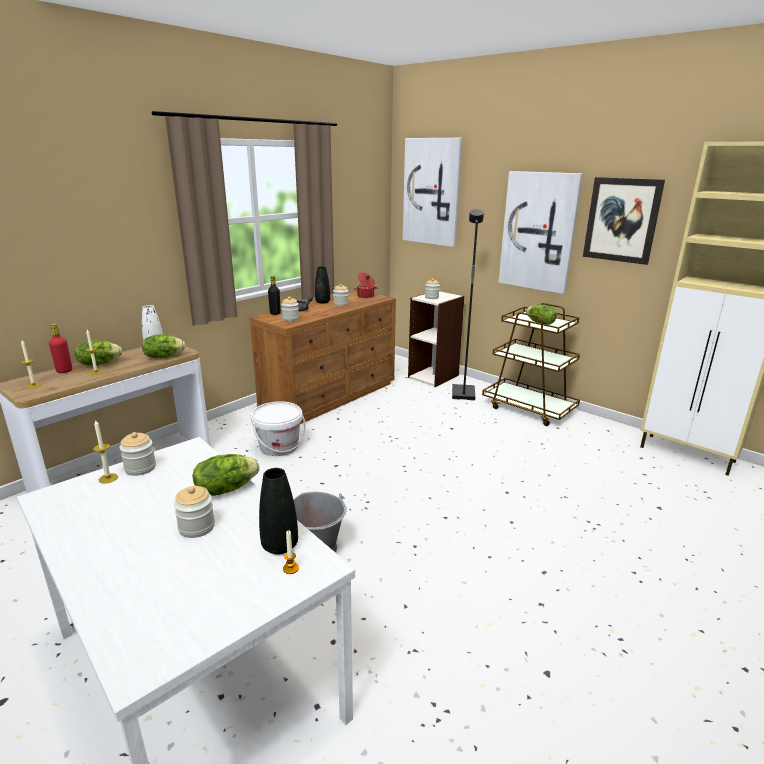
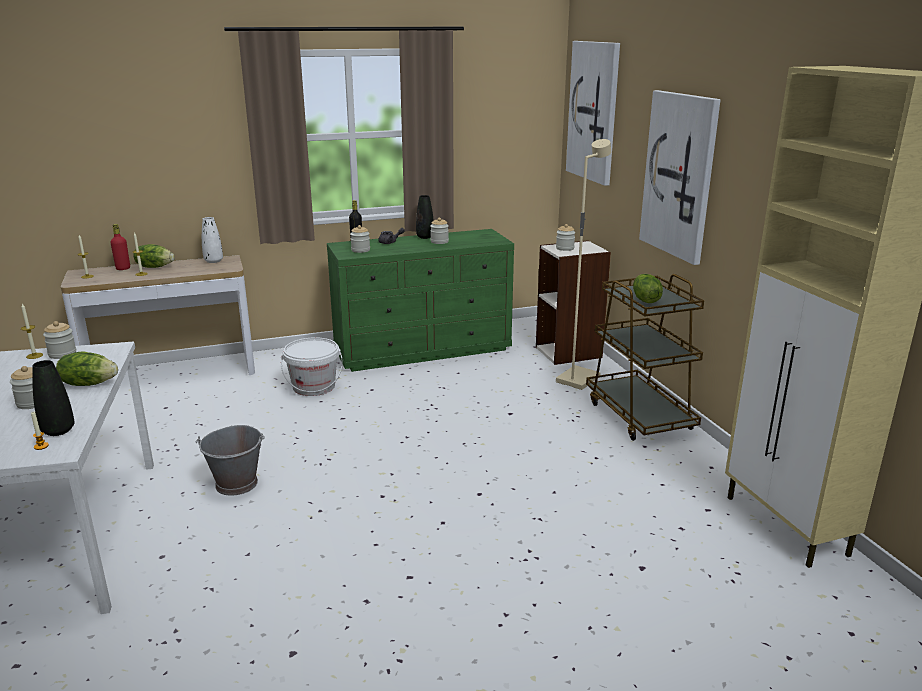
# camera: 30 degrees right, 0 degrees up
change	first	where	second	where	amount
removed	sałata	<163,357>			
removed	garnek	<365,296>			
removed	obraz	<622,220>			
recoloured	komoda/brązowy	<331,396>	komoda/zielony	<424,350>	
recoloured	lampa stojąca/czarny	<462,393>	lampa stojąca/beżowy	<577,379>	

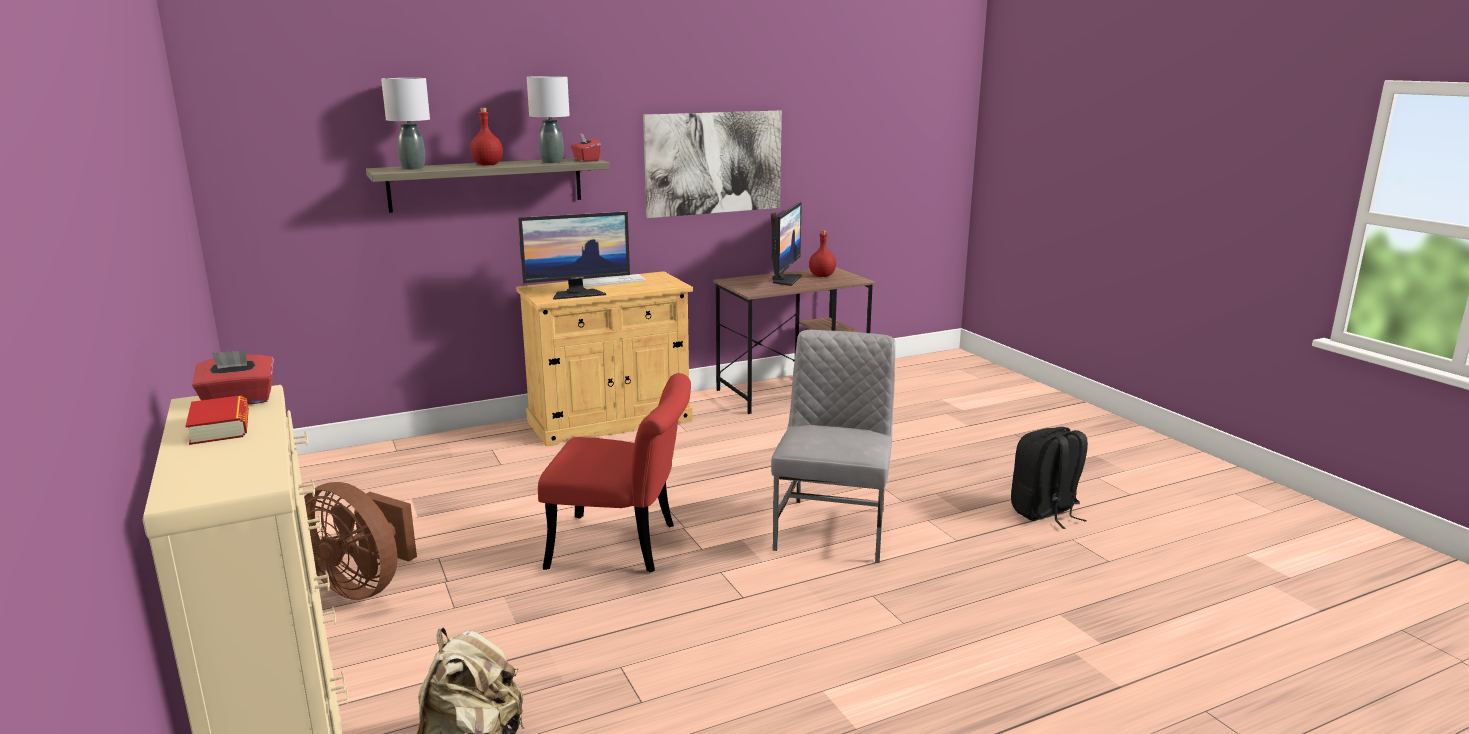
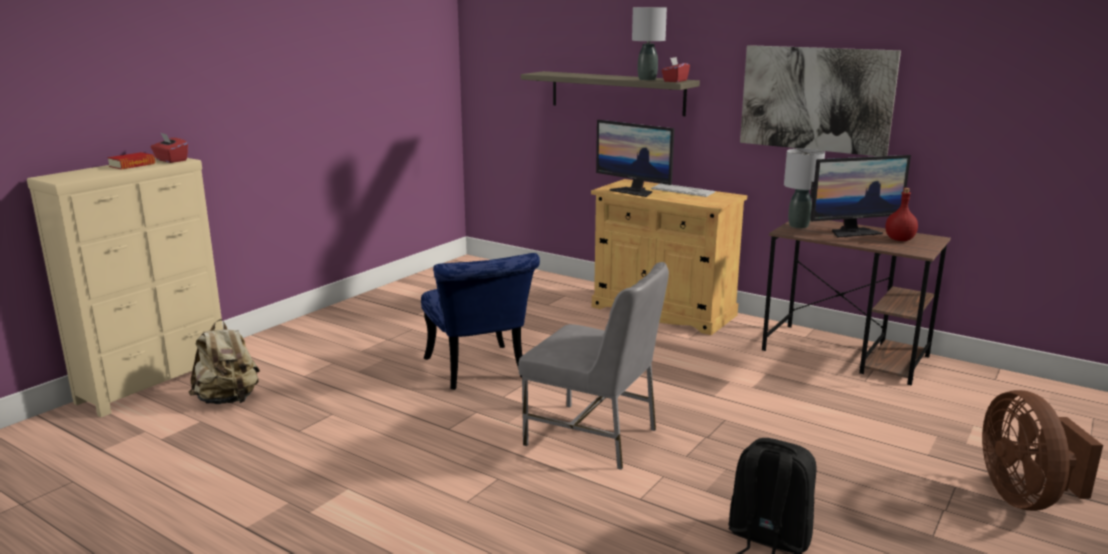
# camera: 60 degrees right, 0 degrees up
change	first	where	second	where	amount
removed	butelka/czerwony	<488,165>			
moved	wentylator/brązowy	<363,585>		<1025,497>	
moved	lampa stołowa/szary	<413,168>		<798,226>	
recoloured	krzesło/czerwony	<624,546>	krzesło/niebieski	<479,372>	
turned	krzesło/szary	<834,528>		<593,437>	45 degrees clockwise

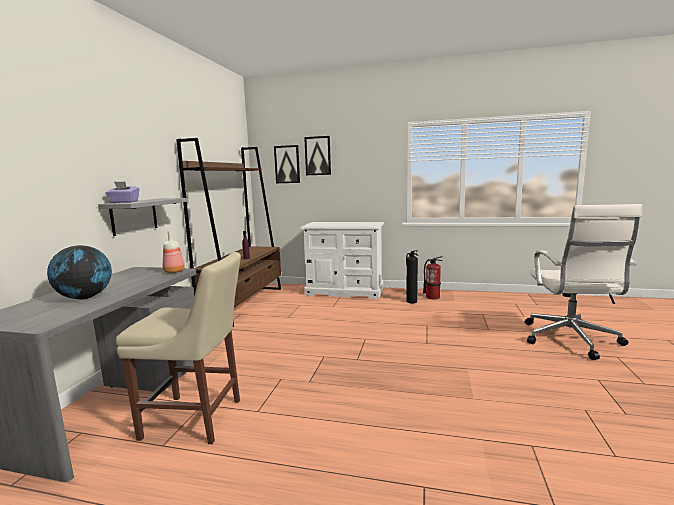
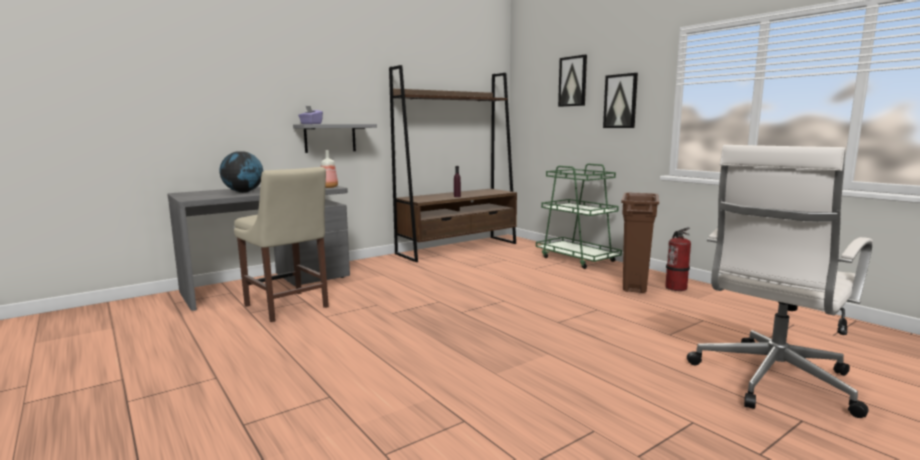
# camera: 40 degrees right, 0 degrees up
change	first	where	second	where	amount
moved	obraz	<287,164>		<620,101>	
replaced	komoda/biały	<345,291>	wózek/zielony	<577,259>	
replaced	gaśnica	<411,301>	kosz na śmieci/brązowy	<635,285>	

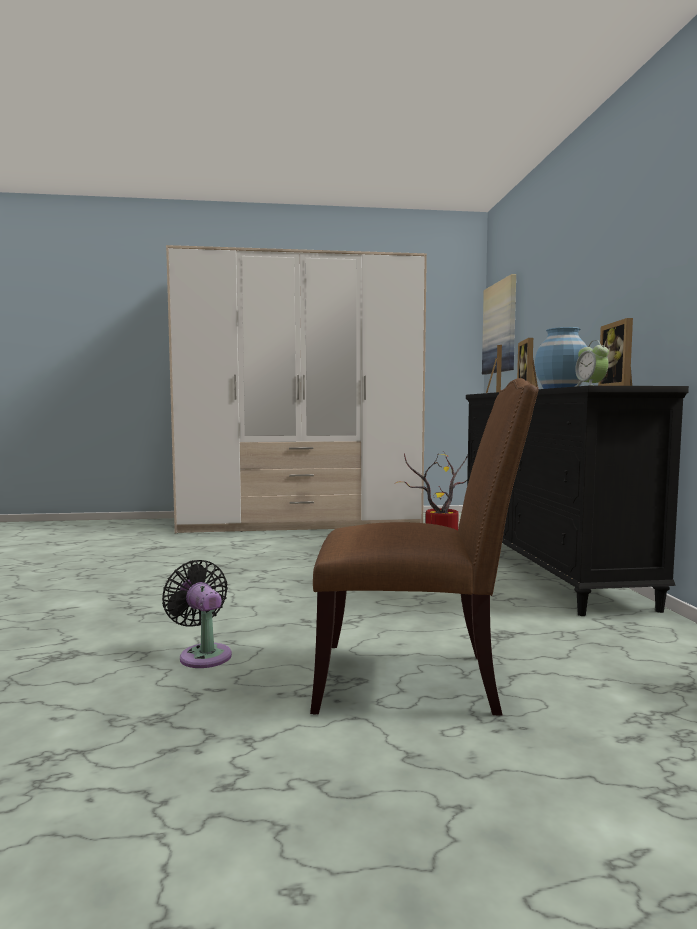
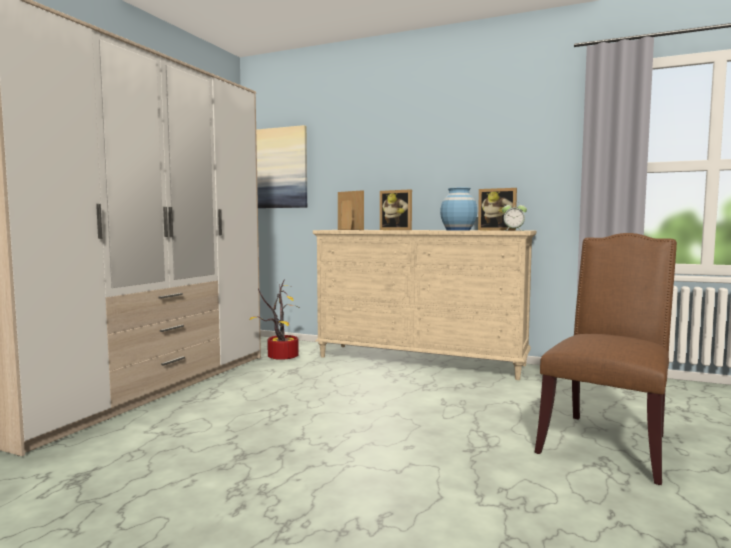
# camera: 60 degrees left, 0 degrees up
change	first	where	second	where	amount
removed	wentylator/czarny	<203,654>			
recoloured	komoda/czarny	<545,568>	komoda/beżowy	<420,361>	

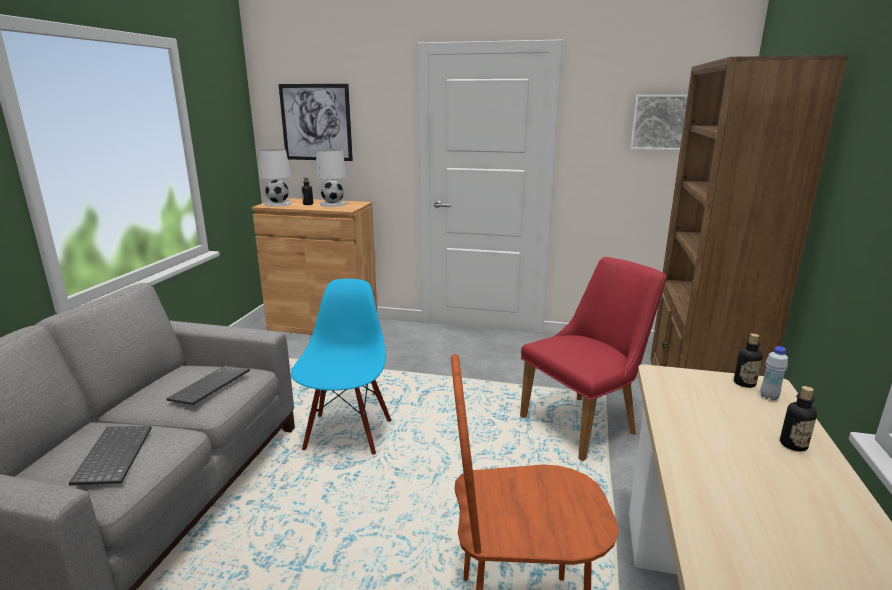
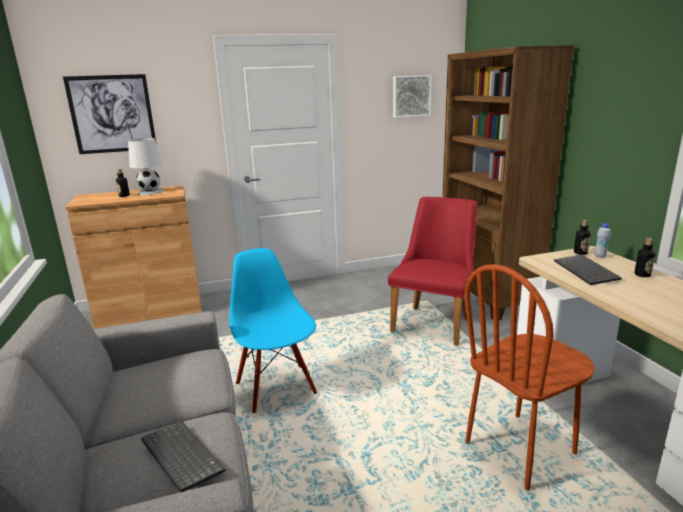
# camera: 30 degrees left, 0 degrees up
change	first	where	second	where	amount
removed	lampa stołowa/biały	<278,204>			
moved	klawiatura	<210,387>		<587,271>	

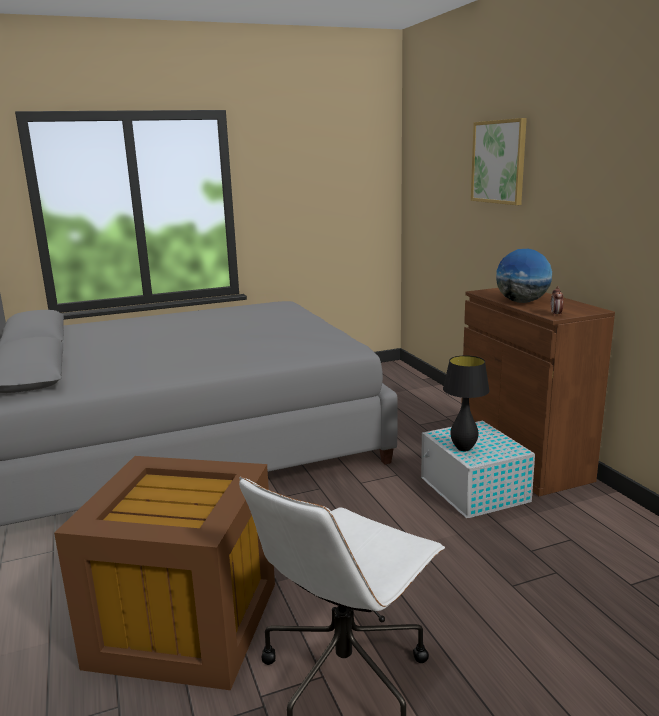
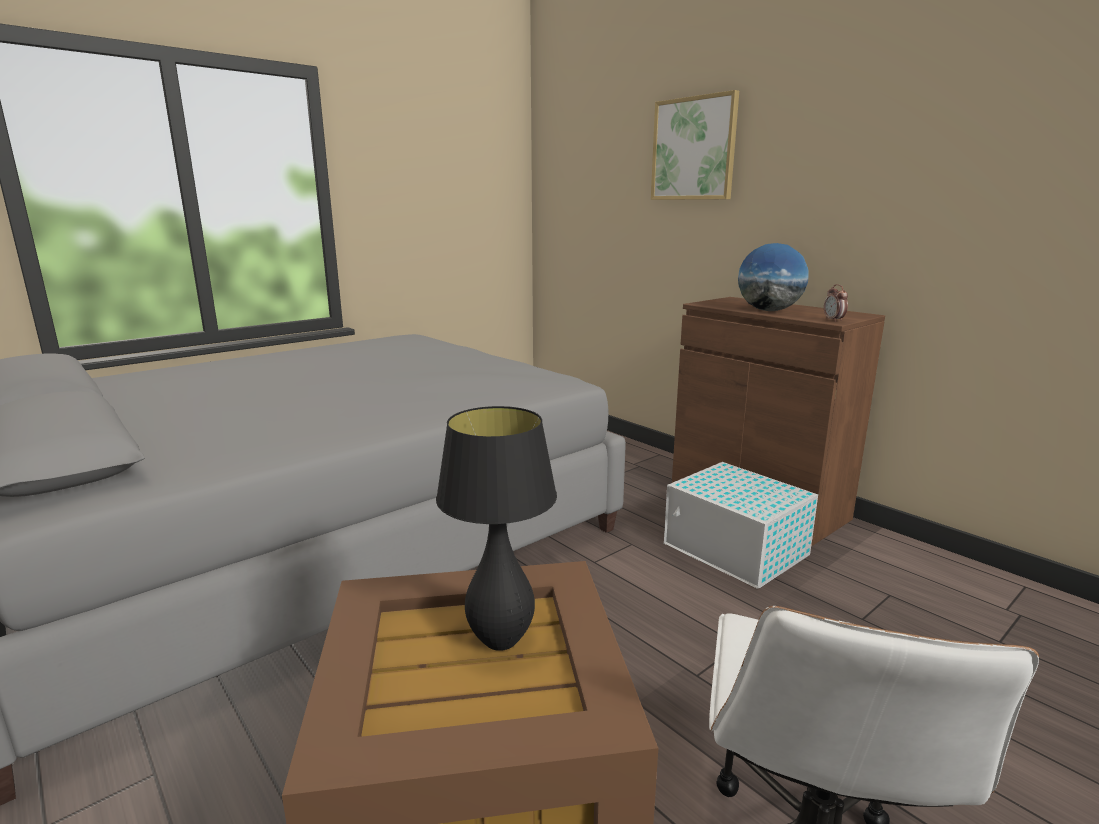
# camera: 20 degrees left, 0 degrees up
change	first	where	second	where	amount
moved	lampa stołowa/czarny	<463,448>		<501,640>	

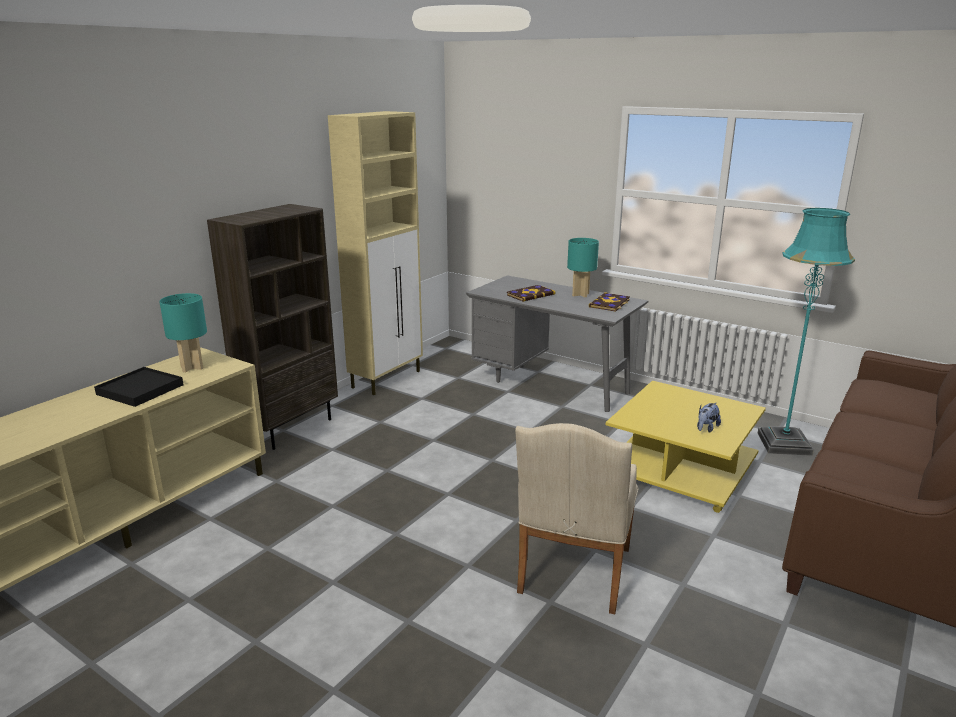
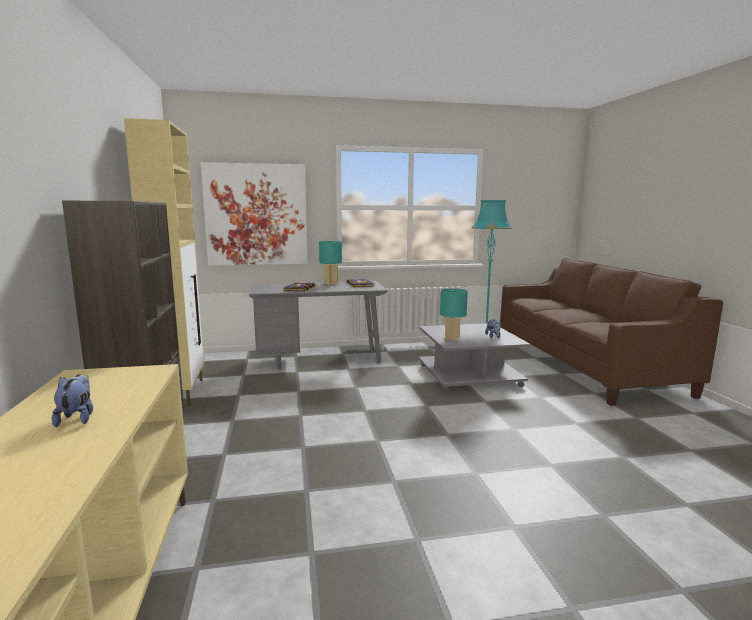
# camera: 45 degrees left, 10 degrees down
change	first	where	second	where	amount
removed	fotel/beżowy	<573,575>			
added			obraz	<256,215>	
moved	lampa stołowa/turkusowy	<191,367>		<452,338>	
replaced	taca/czarny	<140,389>	pluszak	<77,418>	
recoloured	ława/żółty	<681,470>	ława/szary	<470,376>	

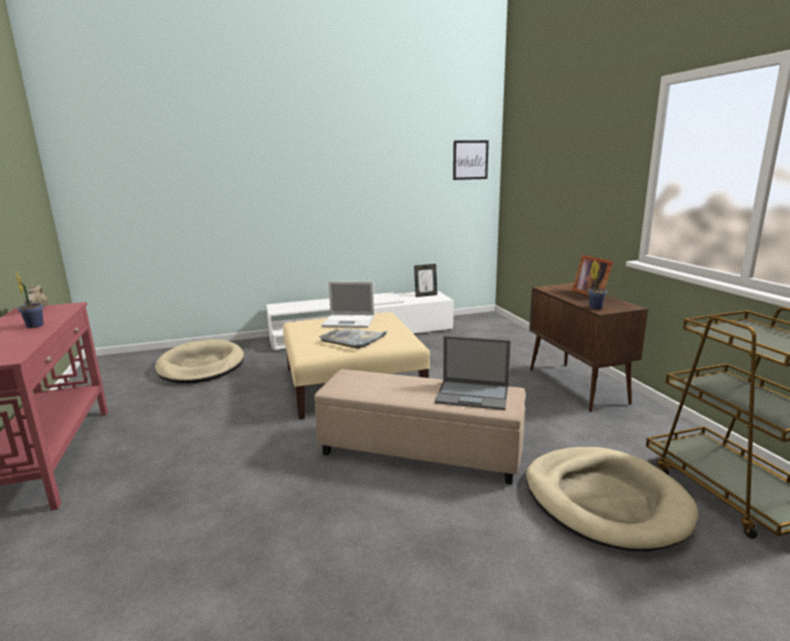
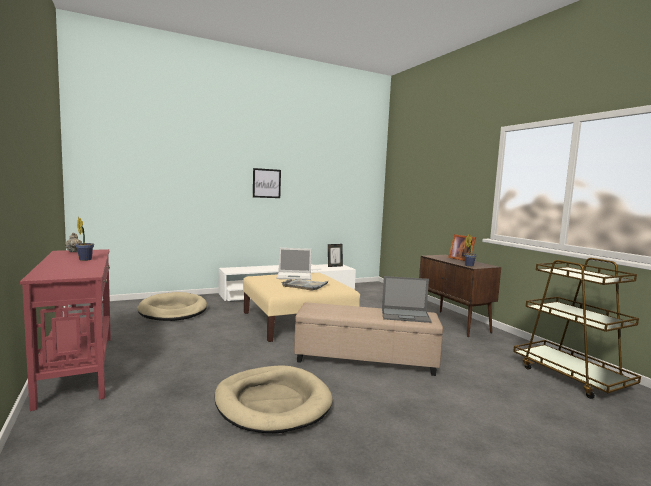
# camera: 10 degrees left, 10 degrees down
change	first	where	second	where	amount
moved	obraz	<470,160>		<266,183>	
moved	legowisko/beżowy	<604,501>		<272,402>	

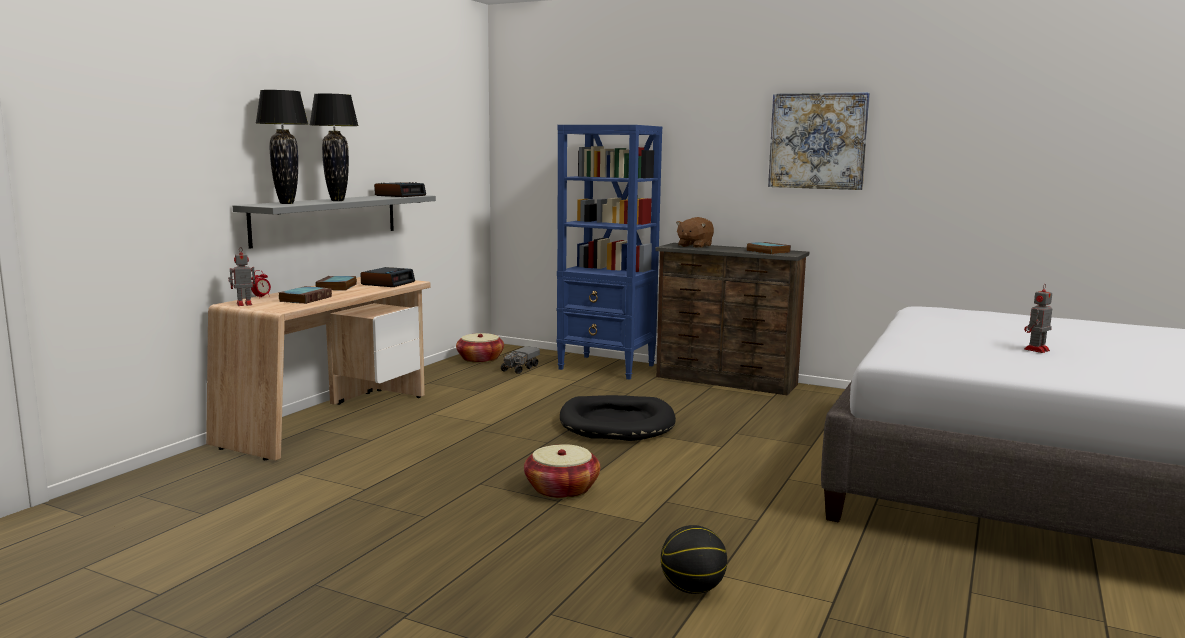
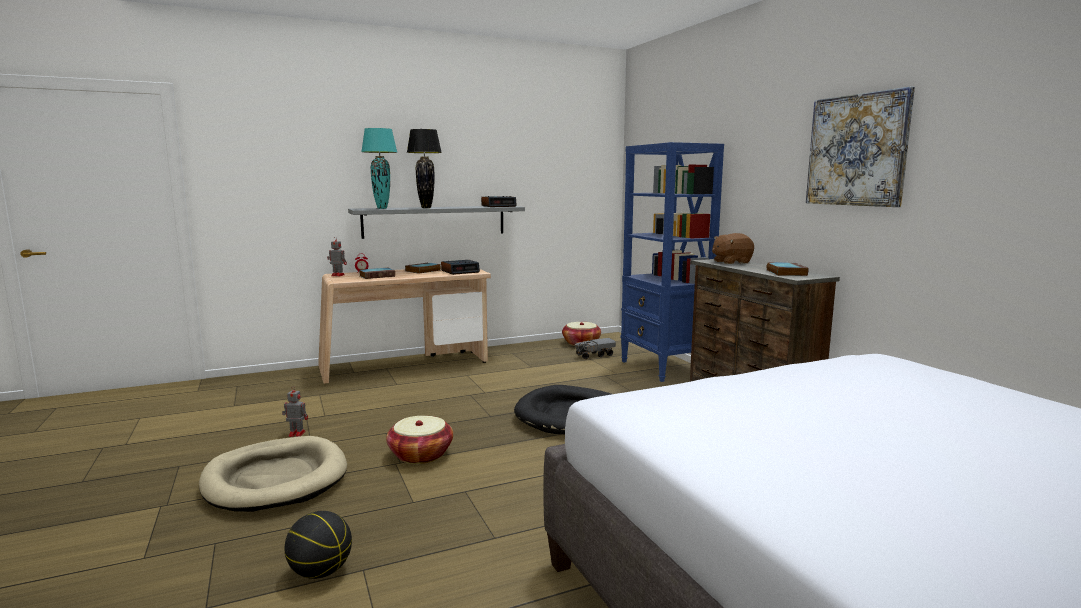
# camera: 40 degrees right, 0 degrees up
change	first	where	second	where	amount
added			legowisko/beżowy	<276,479>	
moved	robot zabawkowy	<1036,350>		<296,434>	
recoloured	lampa stołowa/czarny	<286,203>	lampa stołowa/turkusowy	<382,208>	

